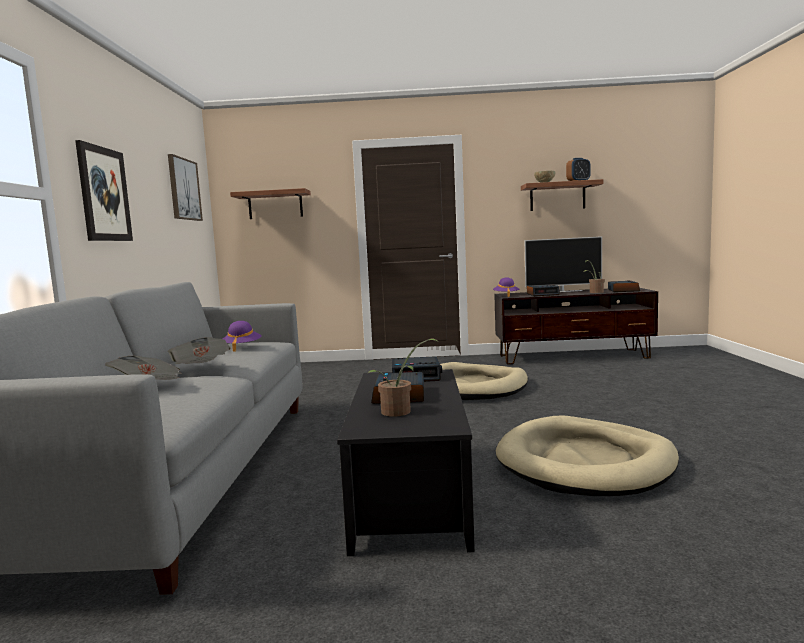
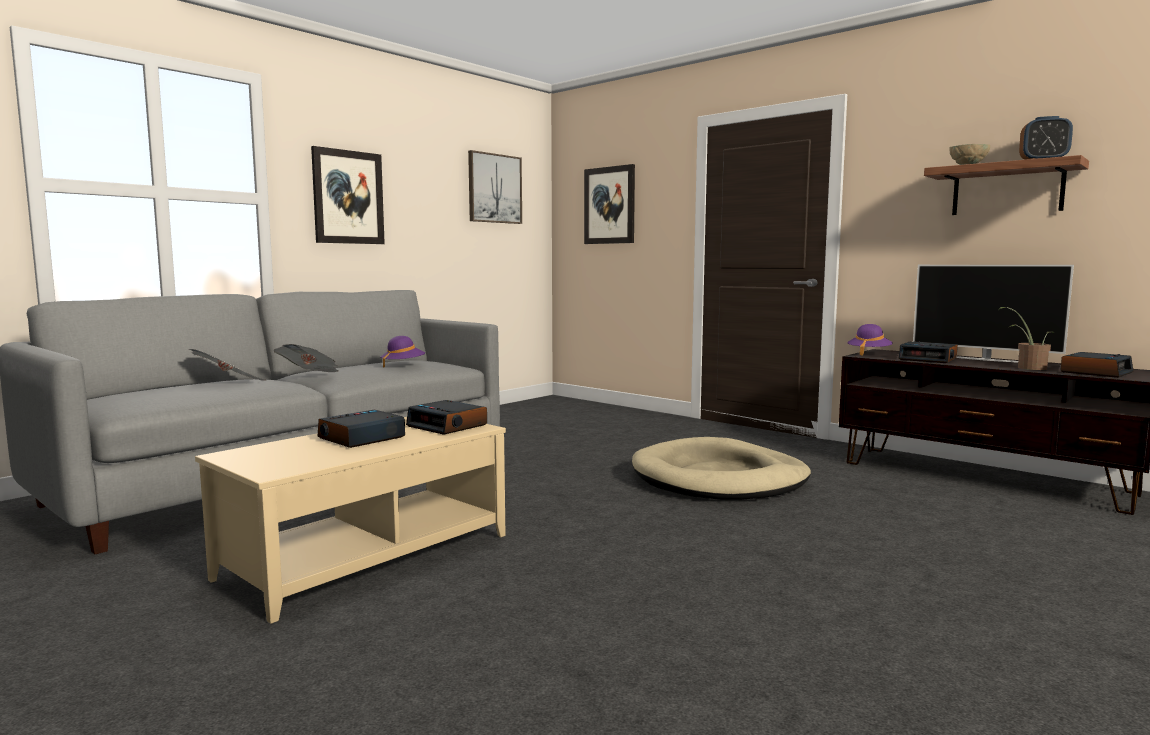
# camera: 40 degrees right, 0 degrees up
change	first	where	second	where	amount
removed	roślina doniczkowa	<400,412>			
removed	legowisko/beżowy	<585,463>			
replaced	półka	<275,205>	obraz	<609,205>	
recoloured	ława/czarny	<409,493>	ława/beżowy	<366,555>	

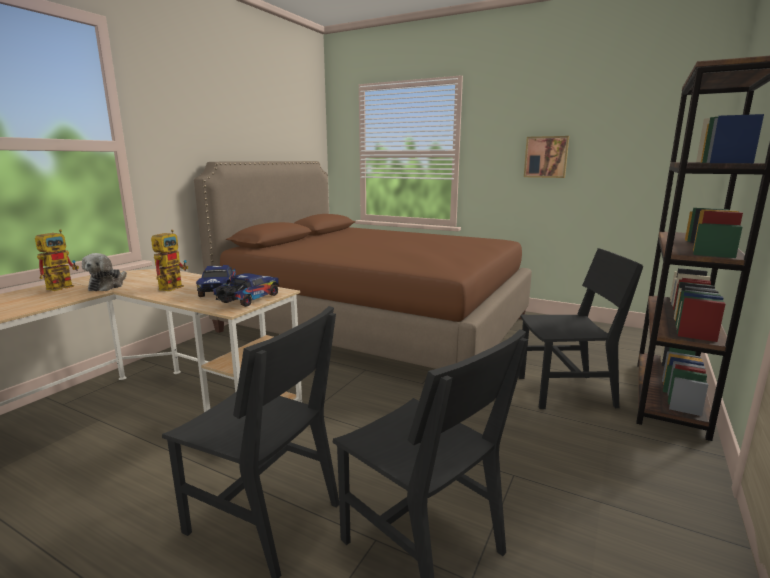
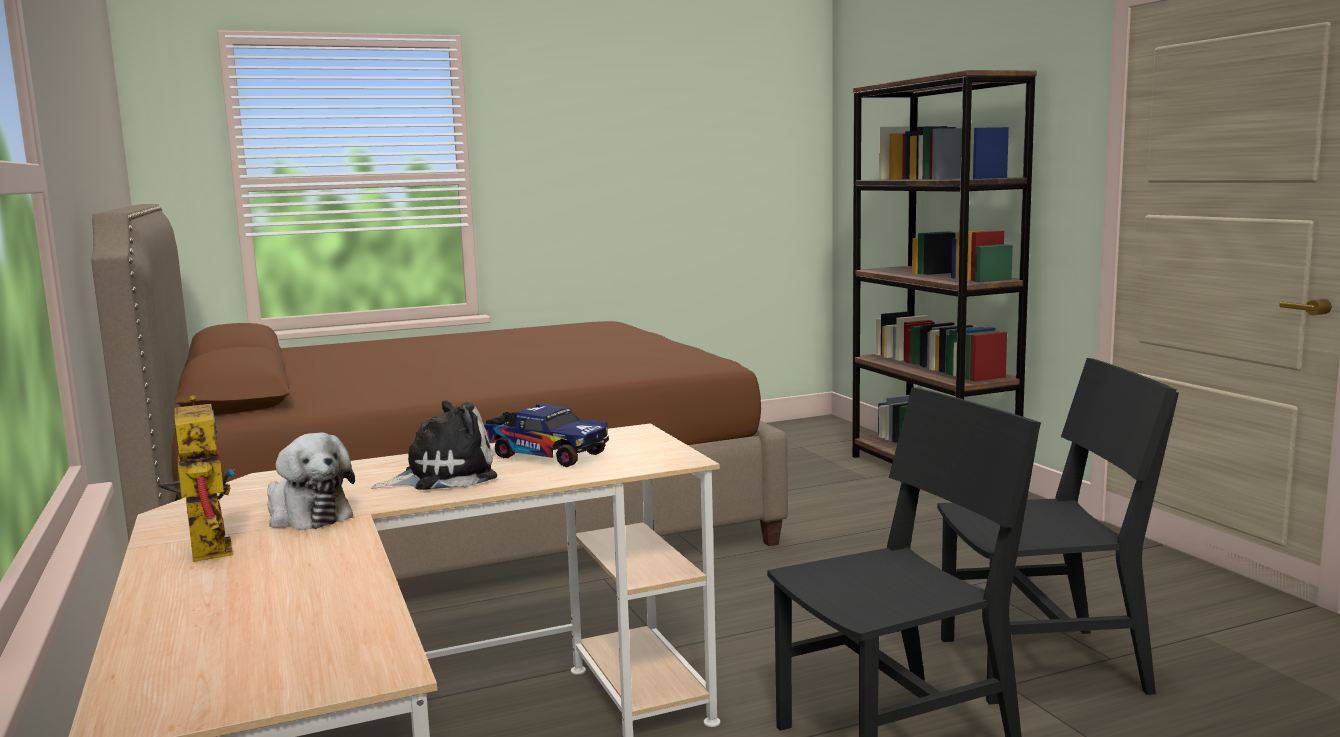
# camera: 50 degrees left, 5 degrees down
change	first	where	second	where	amount
removed	ciężarówka zabawkowa	<247,300>			
removed	krzesło/czarny	<565,392>			
removed	obraz	<546,157>			
replaced	robot zabawkowy	<173,286>	pluszak	<443,476>	

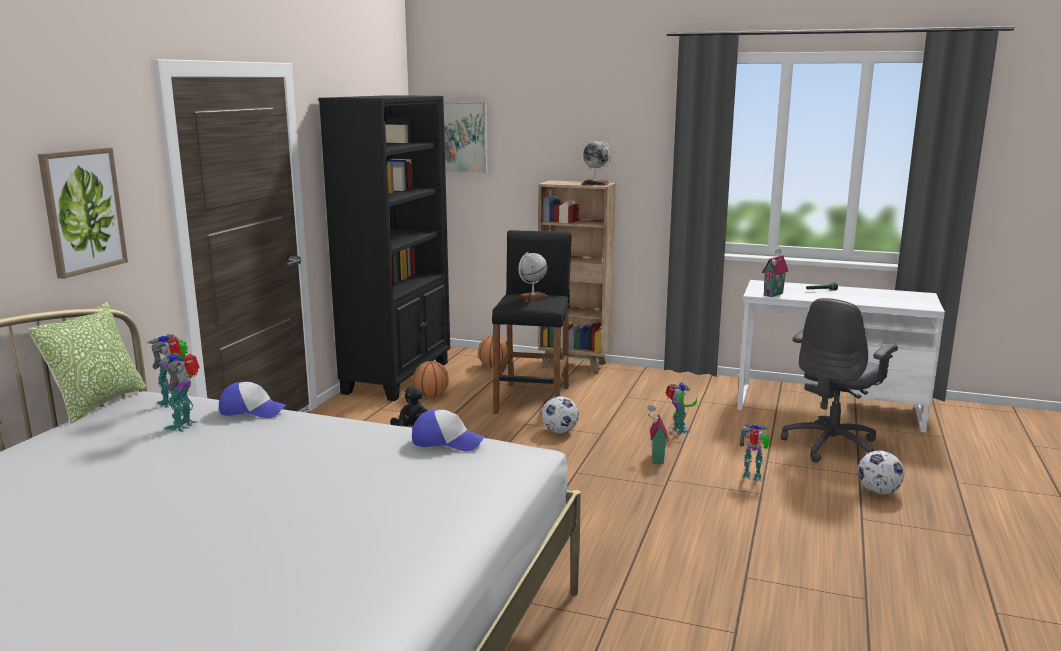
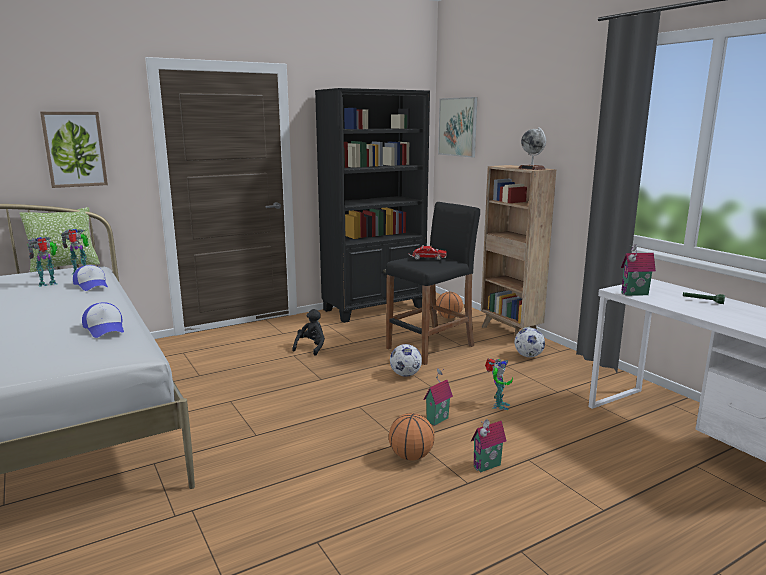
# camera: 40 degrees right, 0 degrees up
change	first	where	second	where	amount
removed	krzesło biurowe/szary	<832,445>			
moved	piłka do koszykówki	<431,395>		<411,456>	
moved	piłka futbolowa	<878,491>		<528,356>	
replaced	globus	<532,298>	ciężarówka zabawkowa	<427,259>	
replaced	robot zabawkowy	<753,477>	domek	<488,467>	

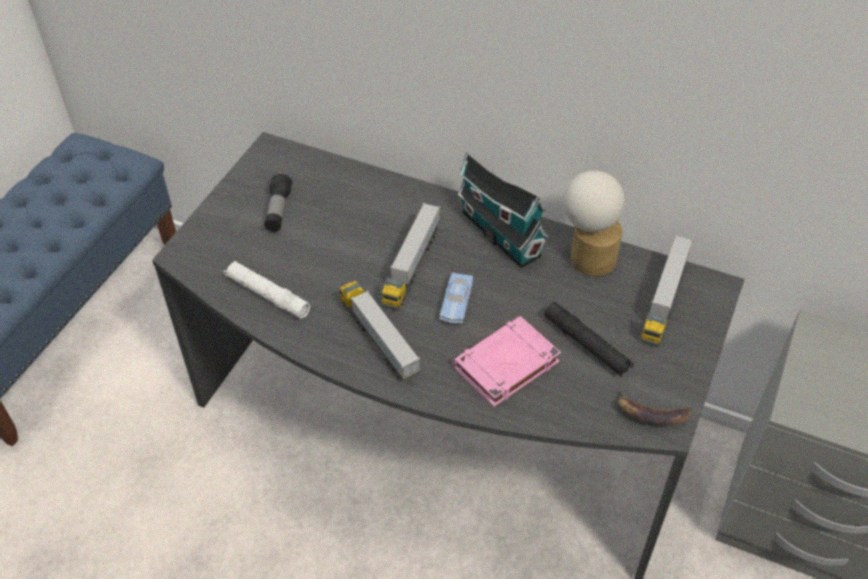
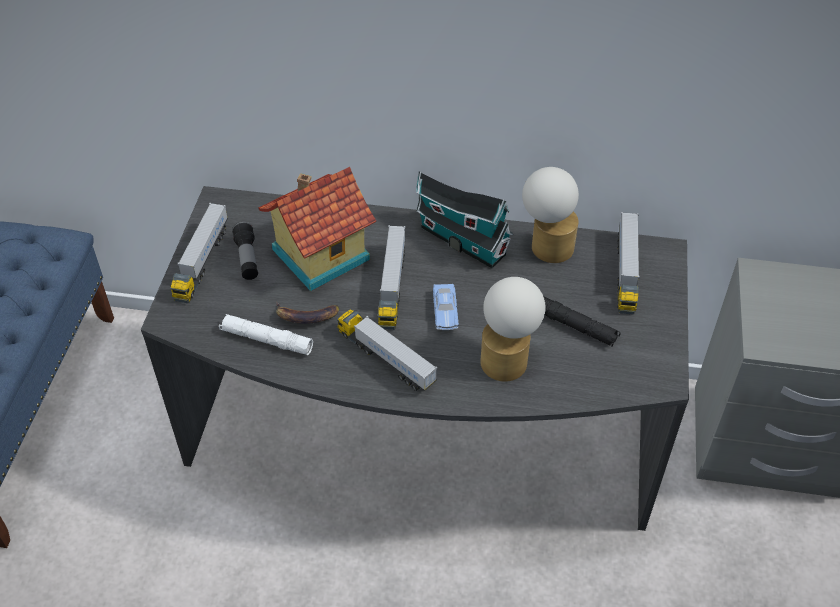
# camera: 15 degrees left, 0 degrees up
change	first	where	second	where	amount
added			ciężarówka zabawkowa	<202,262>	
added			domek	<319,253>	
moved	banan	<650,413>		<306,316>	
replaced	książka/różowy	<505,365>	lampa stołowa	<508,358>	

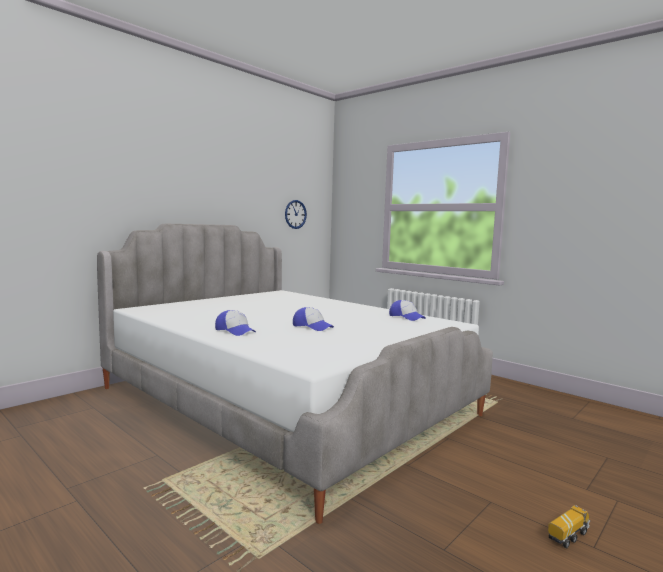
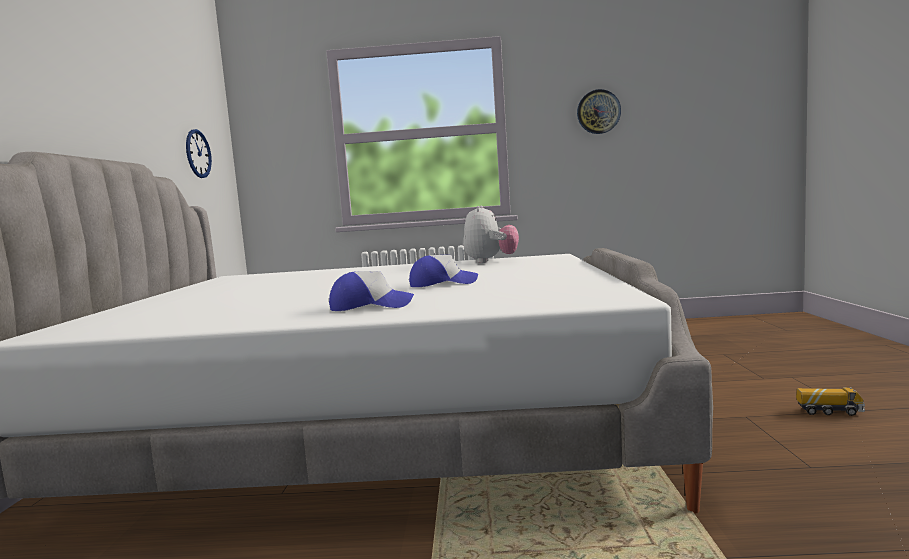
# camera: 40 degrees left, 0 degrees up
change	first	where	second	where	amount
added			zegar ścienny	<598,112>	
replaced	czapka z daszkiem	<406,317>	pluszak	<491,261>	
turned	ciężarówka zabawkowa	<568,536>		<829,412>	90 degrees clockwise

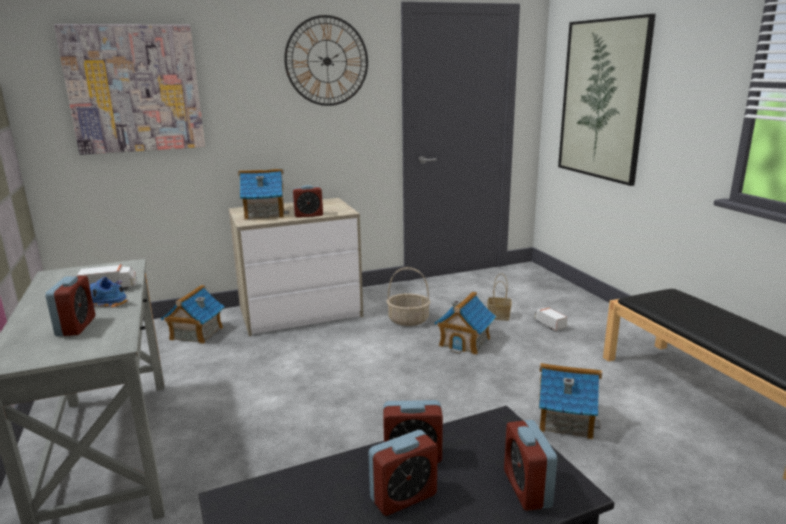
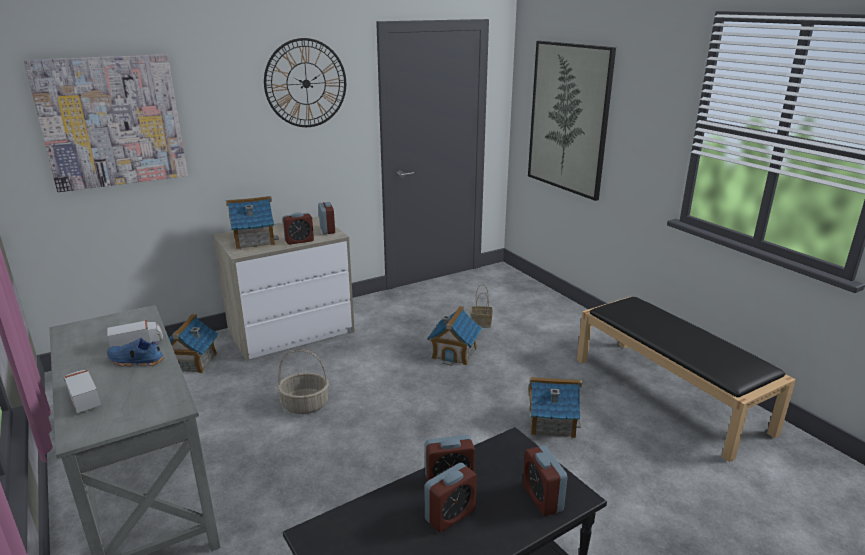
# camera: 10 degrees left, 5 degrees up
change	first	where	second	where	amount
moved	budzik	<76,326>		<327,230>	
moved	koszyk	<409,320>		<305,404>	
moved	ciężarówka zabawkowa	<549,324>		<84,399>	

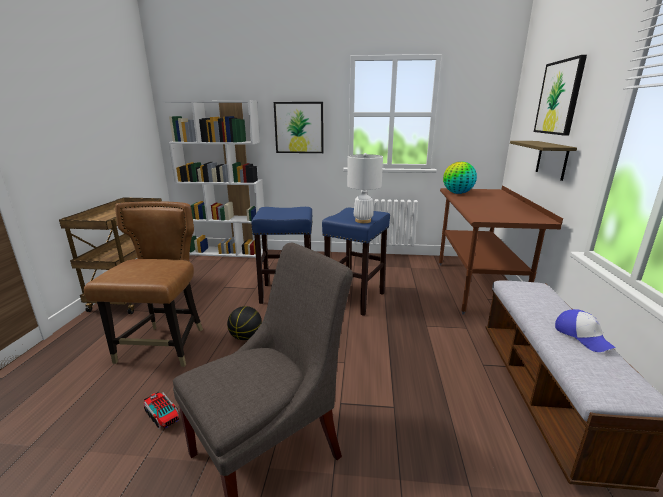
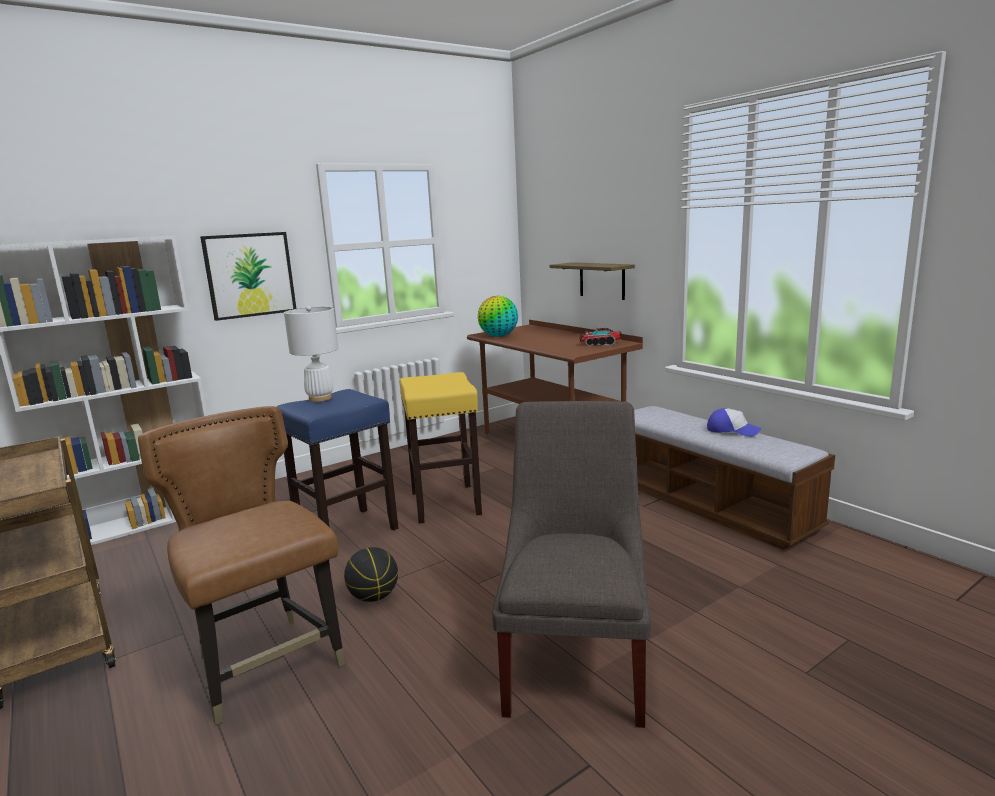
# camera: 40 degrees left, 5 degrees down
change	first	where	second	where	amount
removed	obraz	<559,97>			
moved	ciężarówka zabawkowa	<162,415>		<599,344>	
moved	lampa stołowa/biały	<363,221>		<320,398>	
recoloured	stołek/niebieski	<355,299>	stołek/żółty	<446,503>	

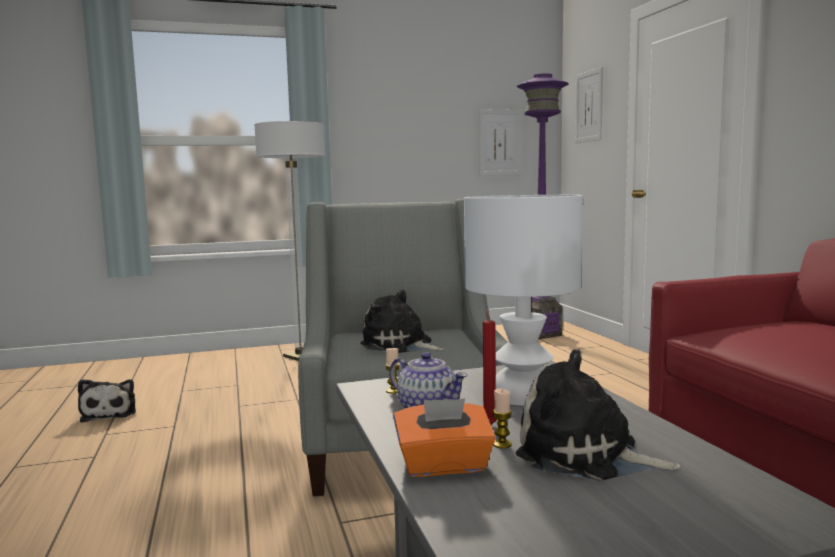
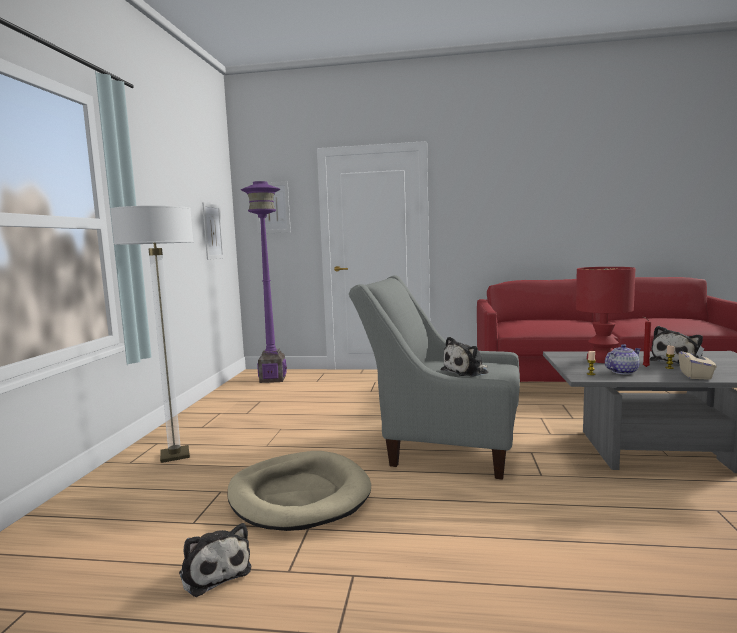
# camera: 65 degrees left, 0 degrees up
change	first	where	second	where	amount
added			legowisko/beżowy	<299,495>	
recoloured	pudełko chusteczek/pomarańczowy	<444,466>	pudełko chusteczek/beżowy	<696,375>	
recoloured	lampa stołowa/biały	<521,394>	lampa stołowa/czerwony	<602,360>	
turned	pluszak	<110,413>		<214,571>	45 degrees clockwise

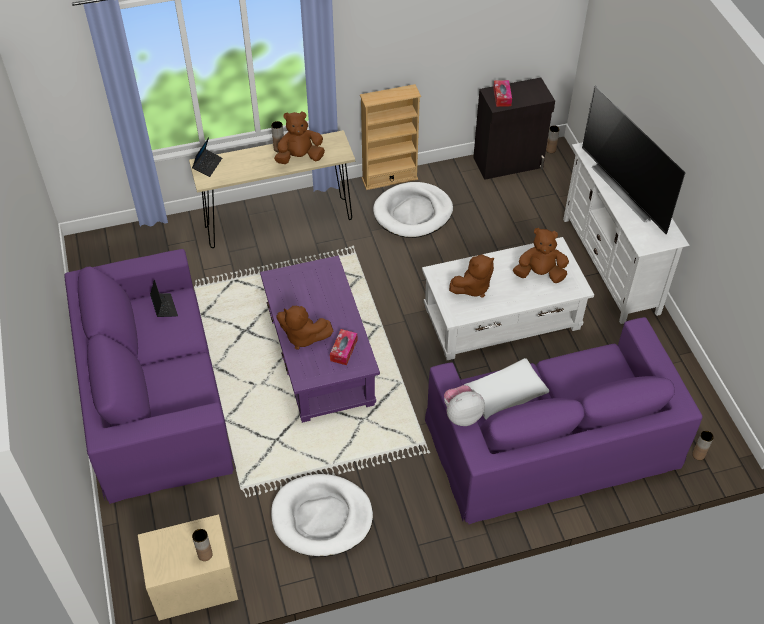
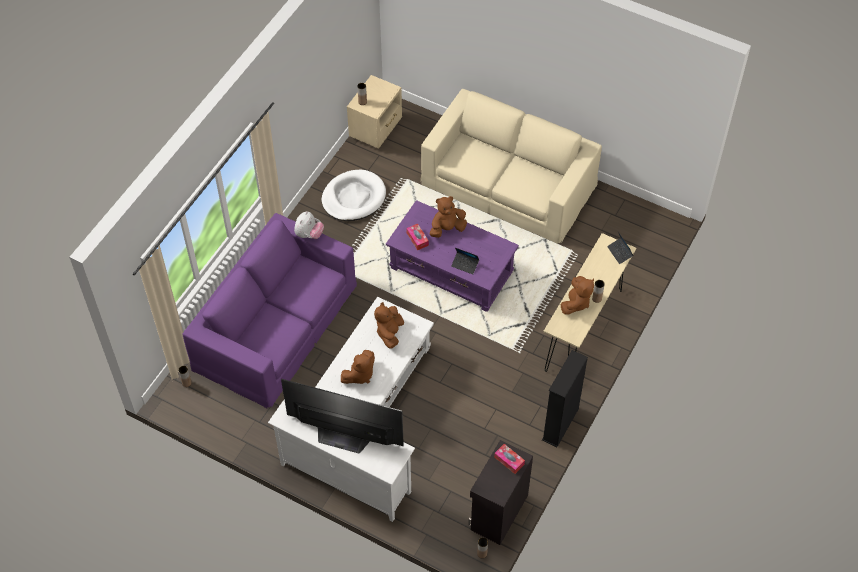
# camera: 135 degrees right, 5 degrees up
change	first	where	second	where	amount
removed	legowisko/biały	<413,213>			
removed	poduszka/biały	<505,393>			
moved	laptop	<164,307>		<465,264>	
recoloured	kanapa/fioletowy	<154,394>	kanapa/beżowy	<509,183>	
recoloured	regał/beżowy	<389,179>	regał/czarny	<560,424>	

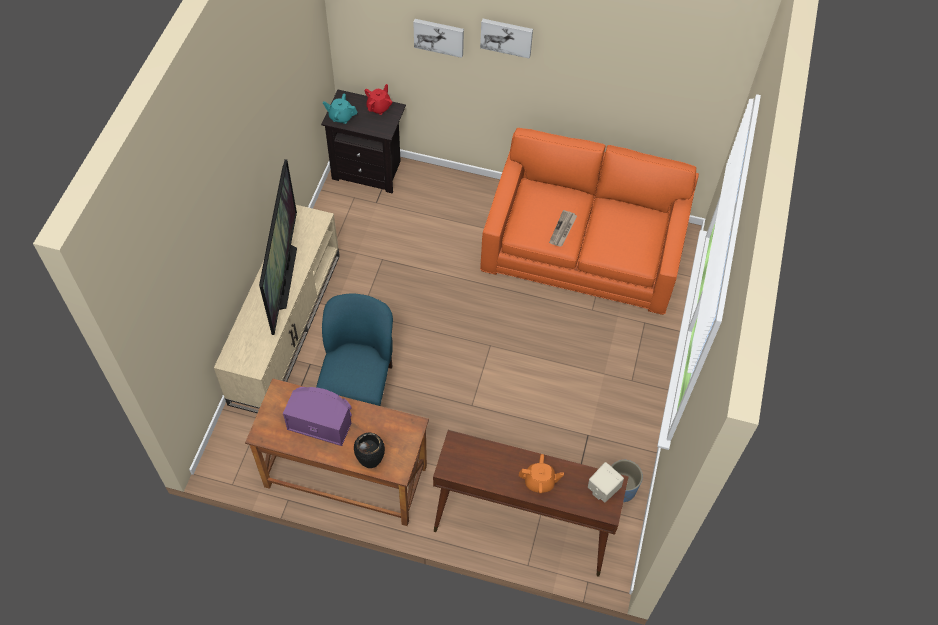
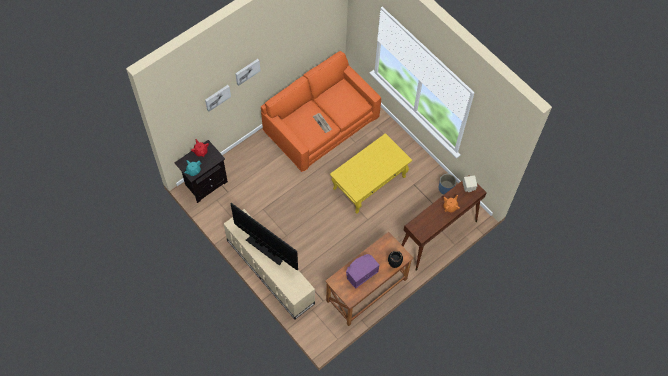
# camera: 55 degrees left, 5 degrees up
change	first	where	second	where	amount
removed	krzesło/niebieski	<358,390>			
added			ława/żółty	<369,182>	

